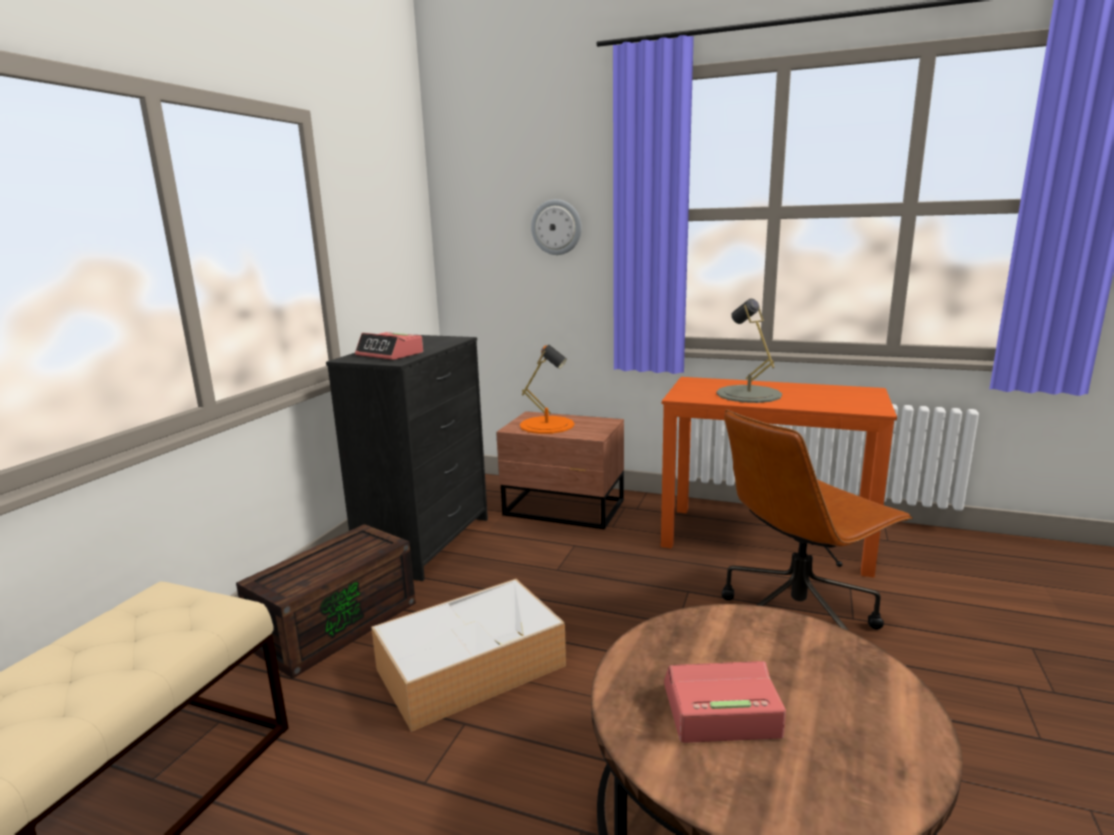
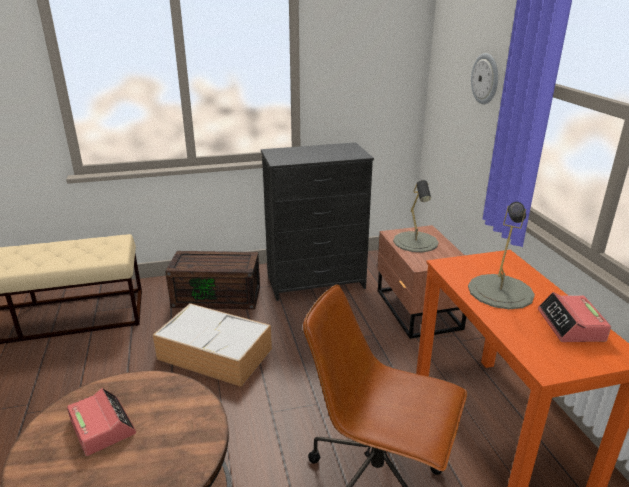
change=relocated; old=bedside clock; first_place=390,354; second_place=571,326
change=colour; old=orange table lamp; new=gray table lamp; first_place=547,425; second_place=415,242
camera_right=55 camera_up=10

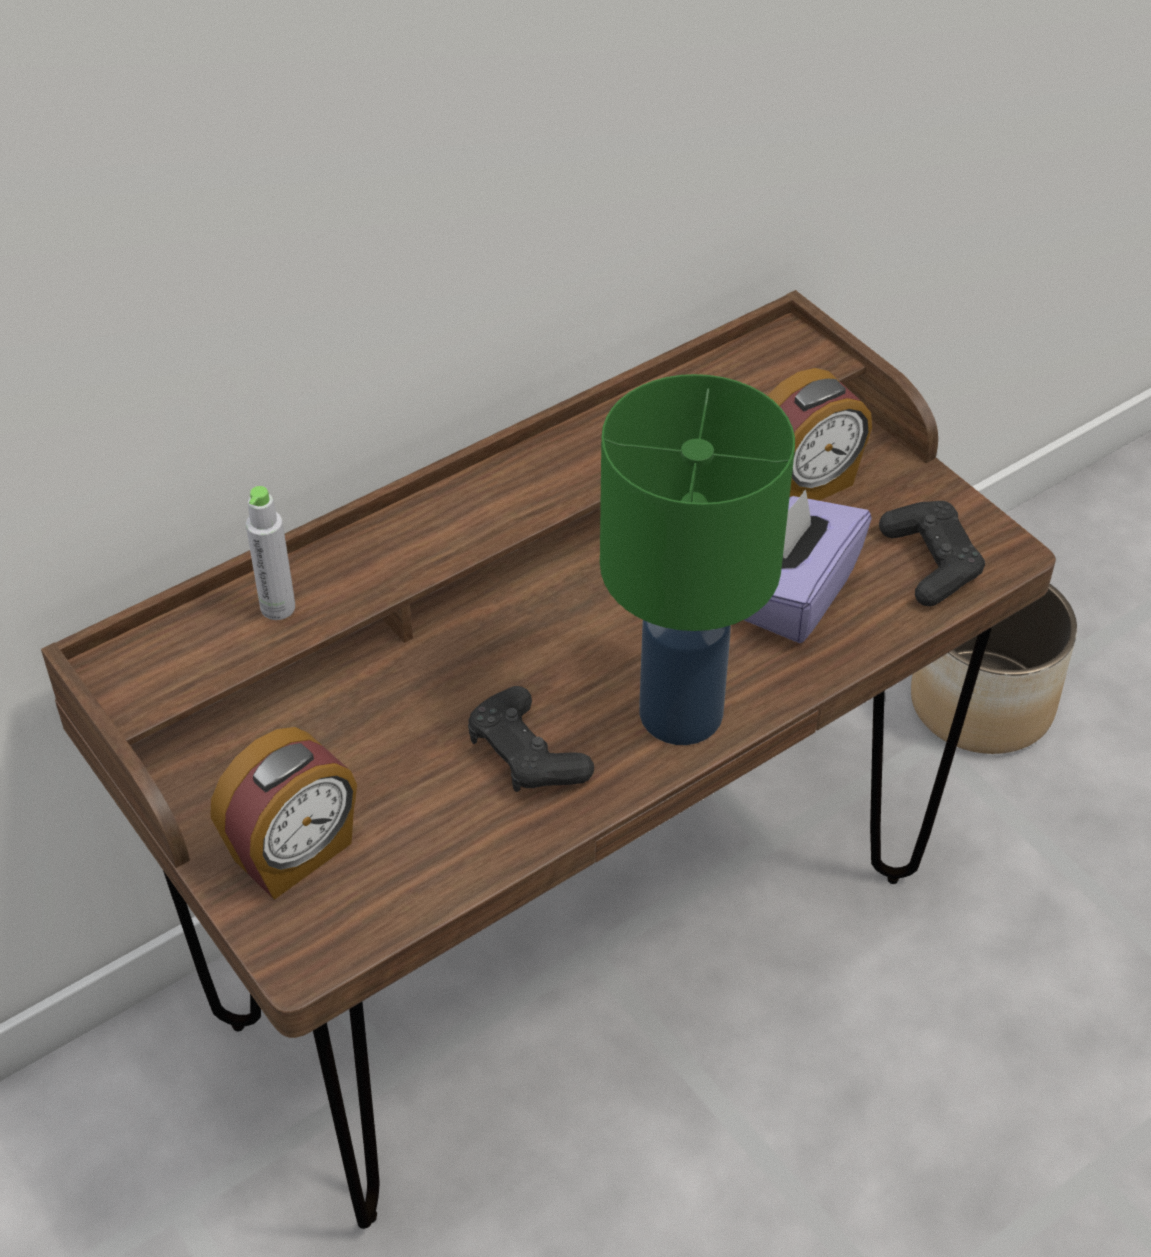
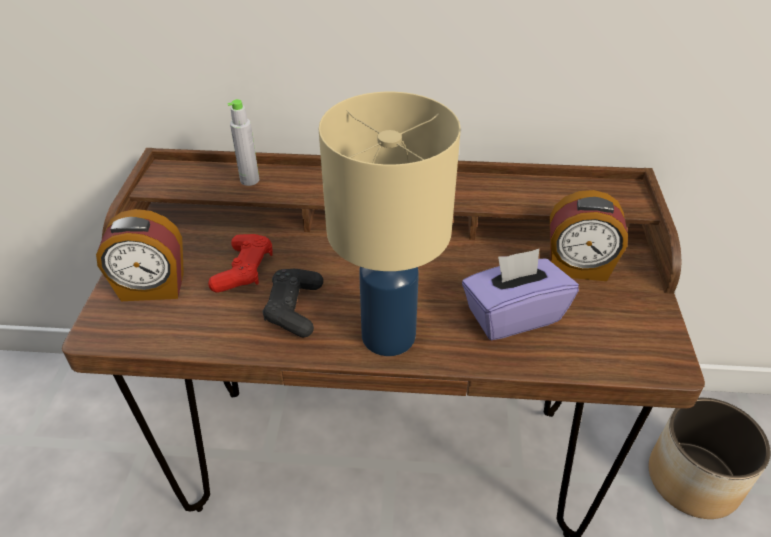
change=colour; old=green table lamp; new=beige table lamp; first_place=679,711; second_place=388,334
change=missing; old=black-coloured joypad; first_place=931,563
change=appeared; new=red joypad; second_place=244,271
camera_right=40 camera_up=-5

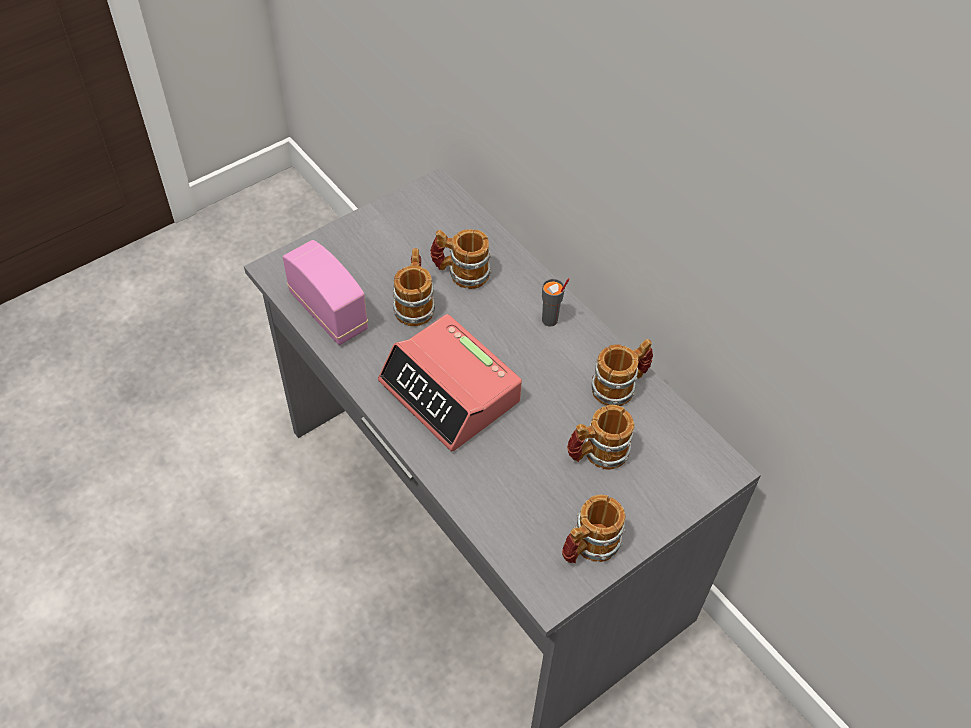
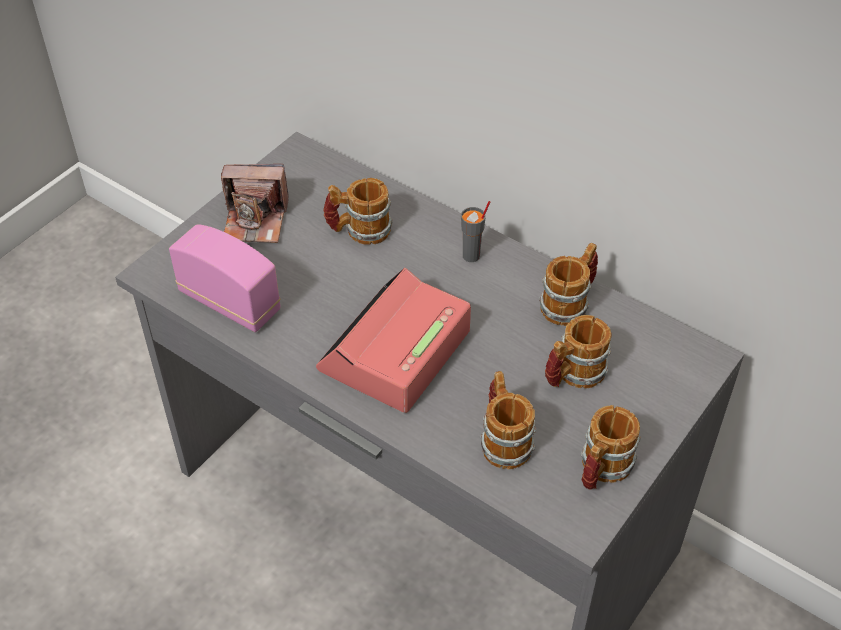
change=relocated; old=coffee mug; first_place=415,304; second_place=503,439
change=spun; old=bedside clock; first_place=450,392; second_place=395,351; degrees=90
change=appeared; new=still camera; second_place=255,220
camera_right=-15 camera_up=-5

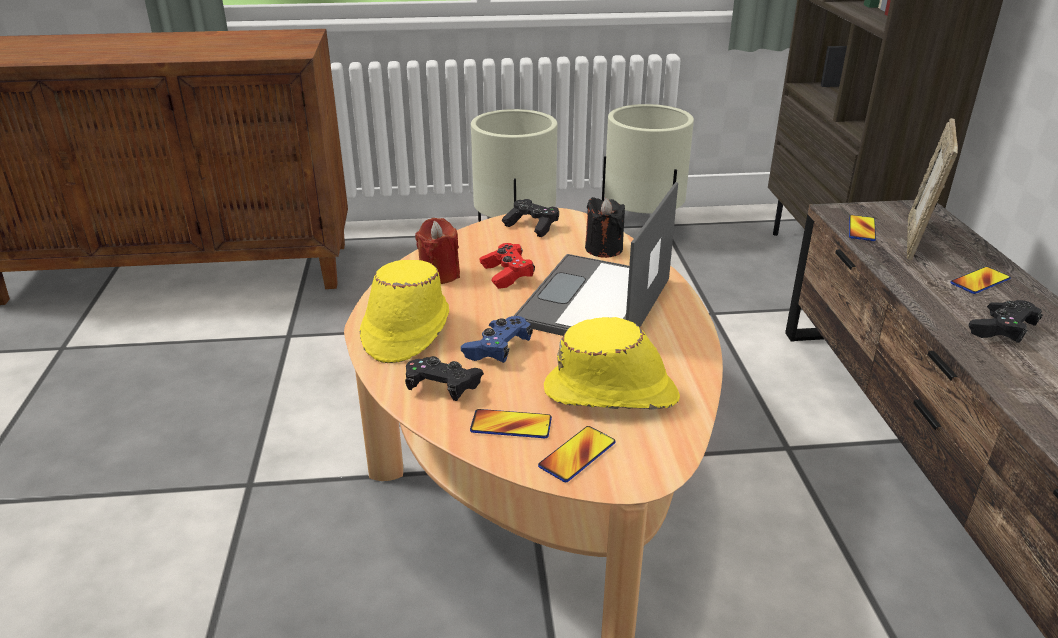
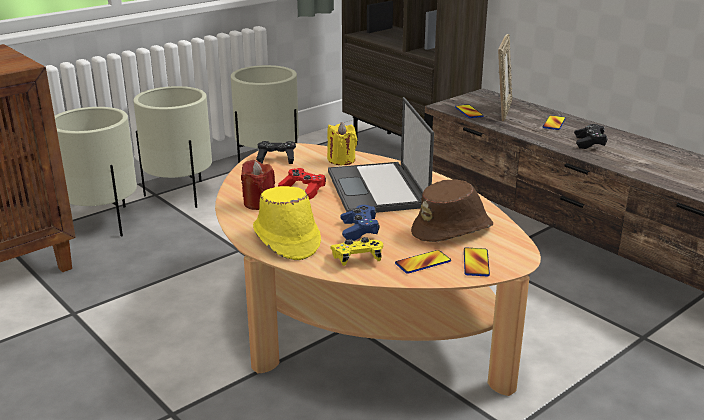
change=spun; old=picture frame; first_place=917,240; second_place=502,111; degrees=-150
change=colour; old=black-coloured candle; new=yellow candle; first_place=603,249; second_place=341,160
change=colour; old=yellow hat; new=brown-coloured hat; first_place=612,394; second_place=453,230
change=colour; old=black-coloured joypad; new=yellow joypad; first_place=443,387; second_place=357,259
change=appeared; new=beige flower pot; second_place=104,222
camera_right=-35 camera_up=-5

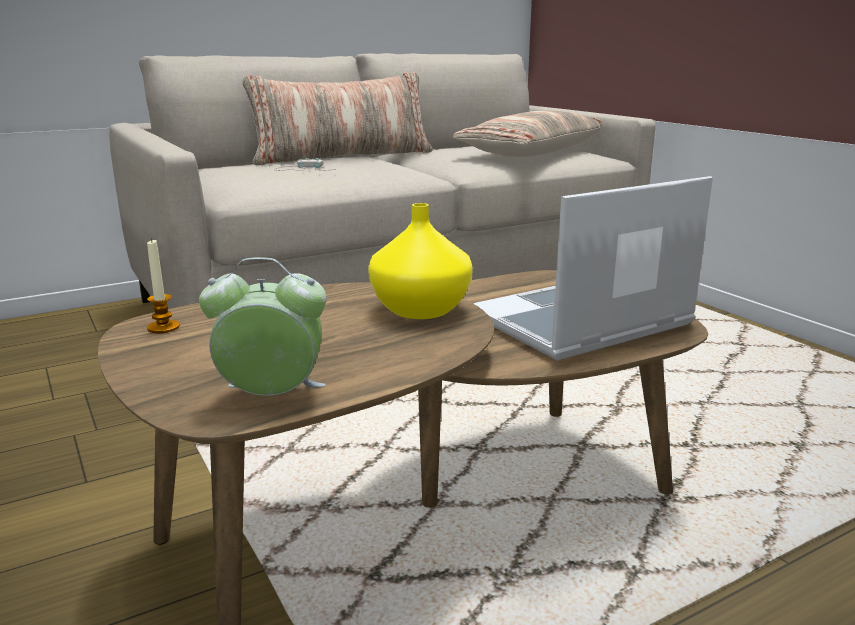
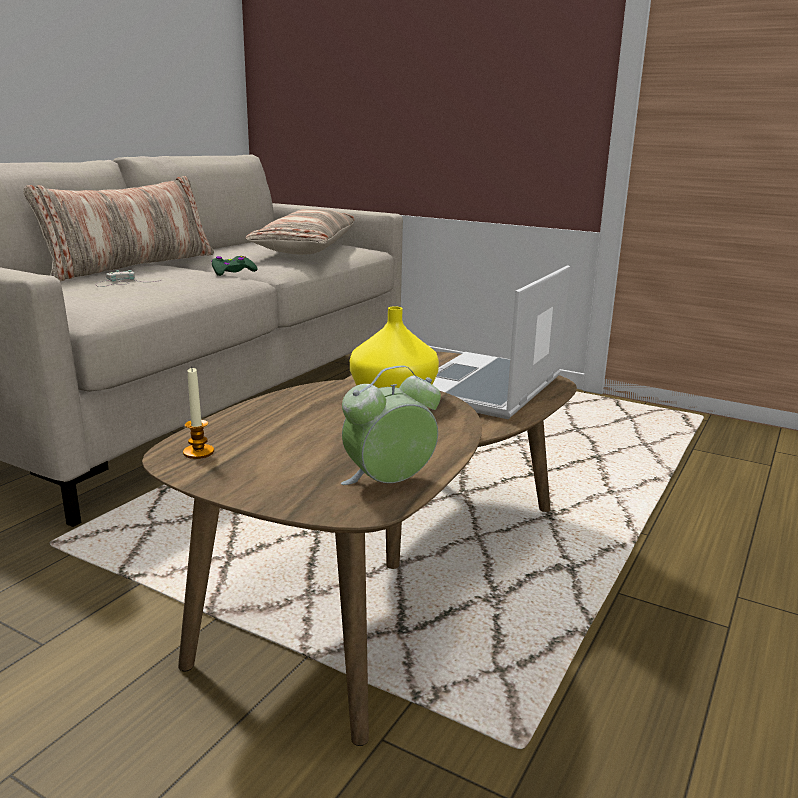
change=appeared; new=green joypad; second_place=232,272
camera_right=-30 camera_up=0

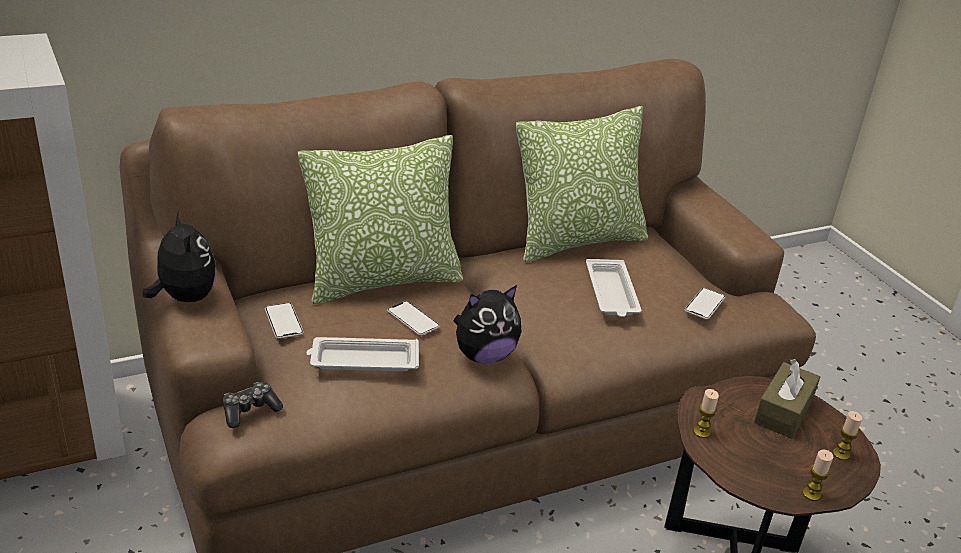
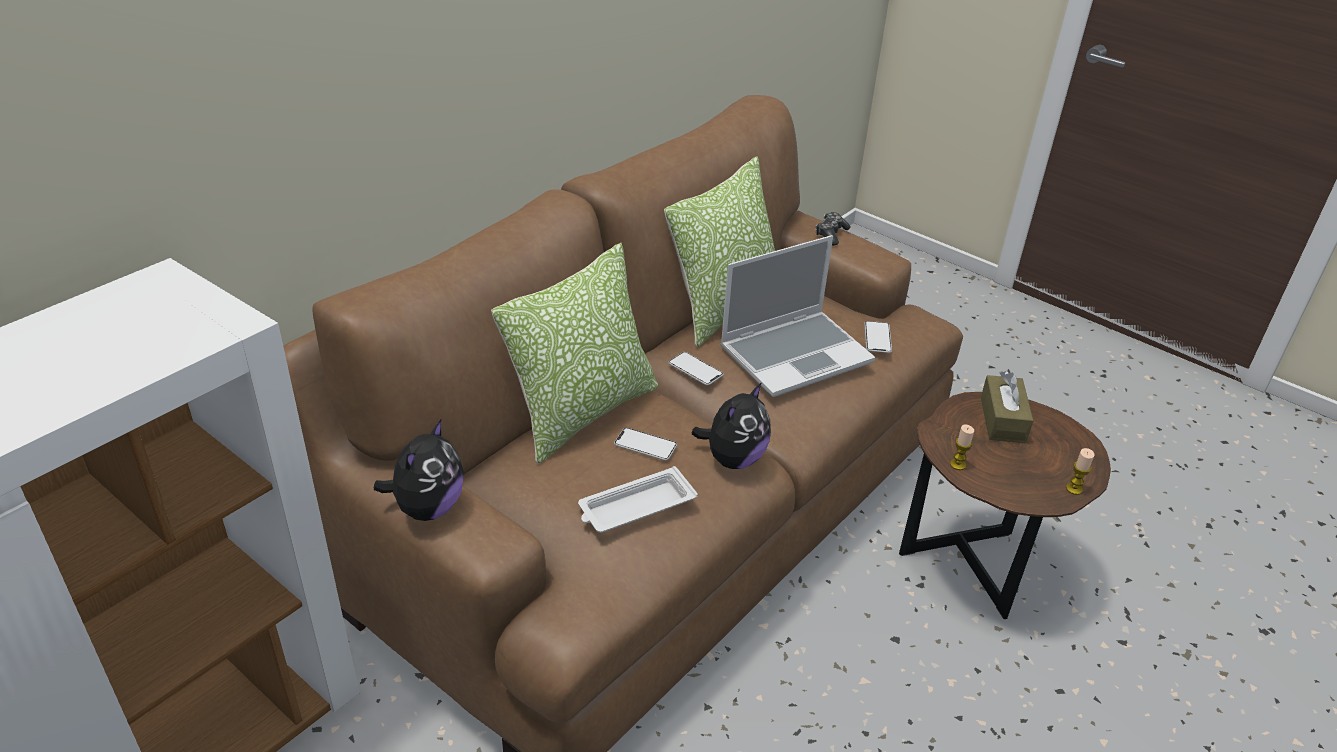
change=spun; old=plush toy; first_place=185,297; second_place=427,507; degrees=75
change=exchanged; old=whitish serving tray; new=portable computer; first_place=611,294; second_place=796,354
change=relocated; old=telephone; first_place=283,321; second_place=695,369
change=relocated; old=joypad; first_place=250,411; second_place=831,234
change=missing; old=candle; first_place=841,454
camera_right=-25 camera_up=5

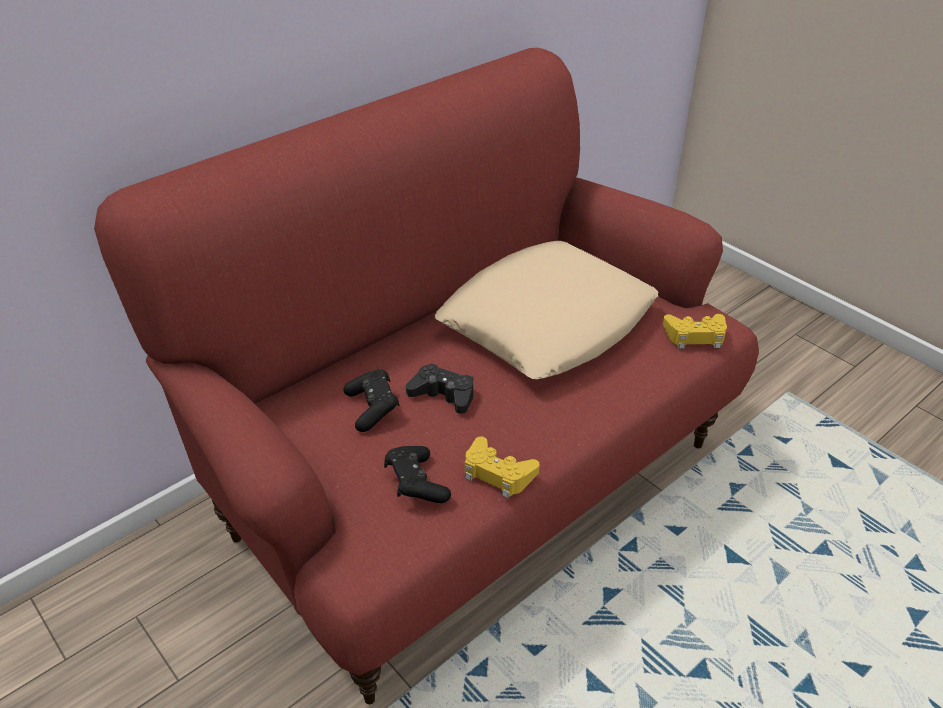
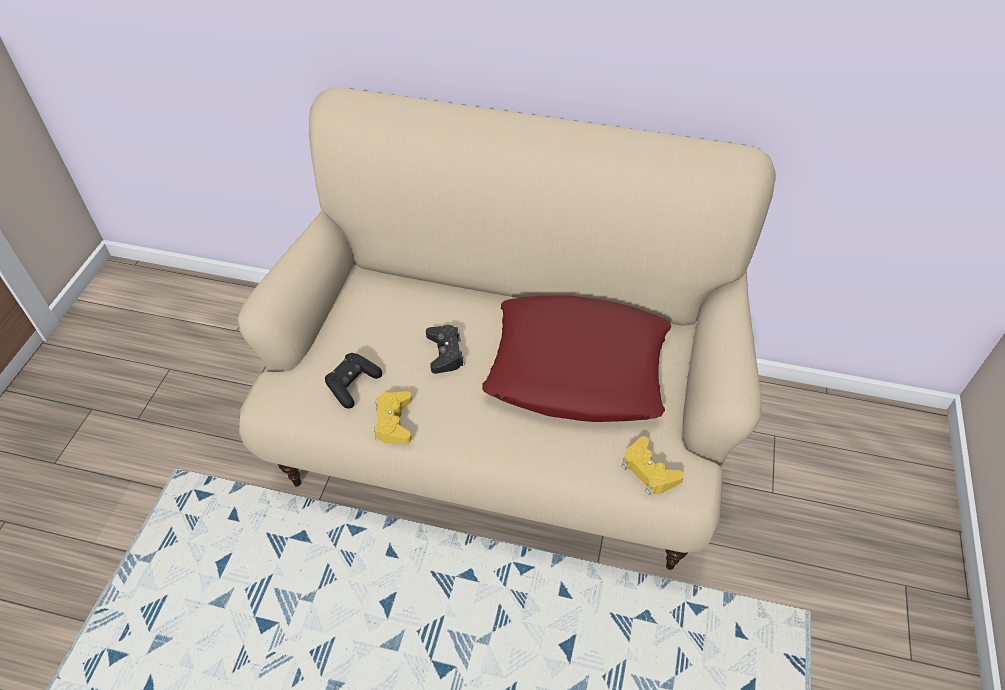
change=colour; old=red couch; new=beige couch; first_place=471,484; second_place=501,436
change=colour; old=beige cushion; new=red cushion; first_place=547,321; second_place=578,368
change=missing; old=black-coloured joypad; first_place=373,408
camera_right=55 camera_up=10

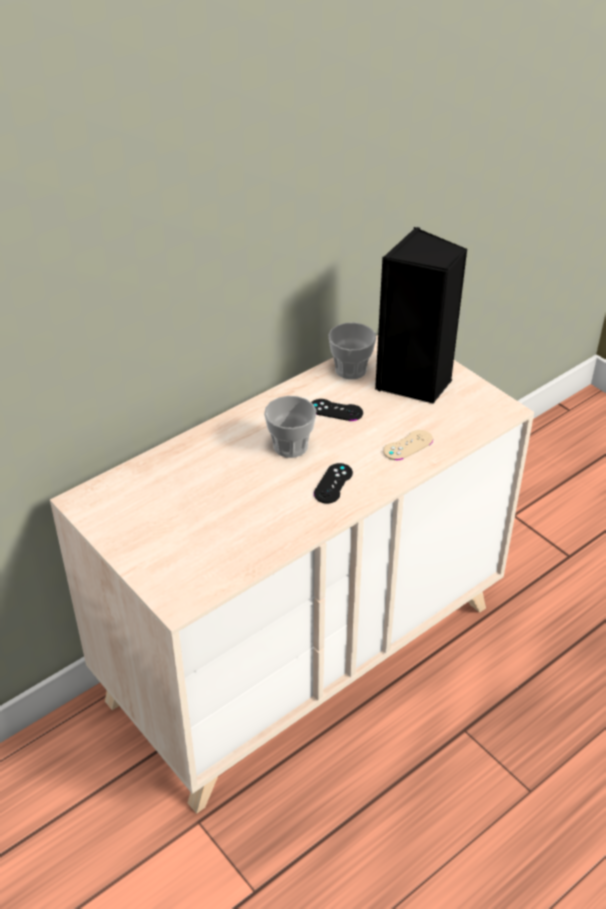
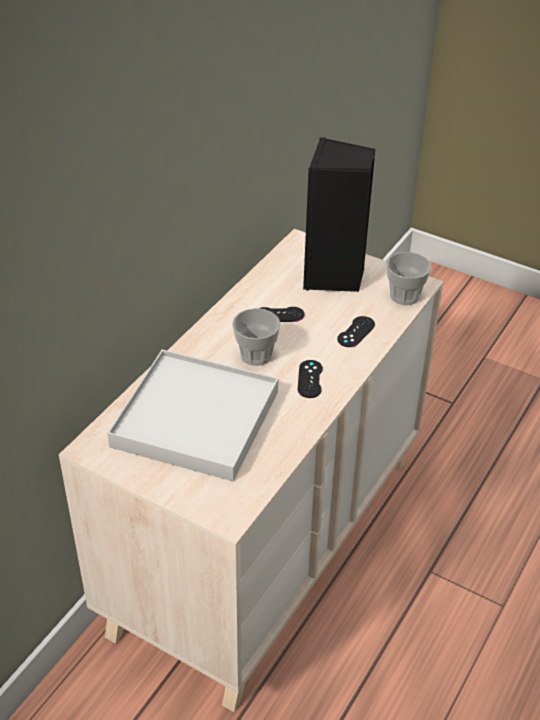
change=relocated; old=cup; first_place=351,369; second_place=404,296
change=colour; old=beige joypad; new=black-coloured joypad; first_place=408,445; second_place=356,332
change=appeared; new=whitish serving tray; second_place=196,419
camera_right=-20 camera_up=0

